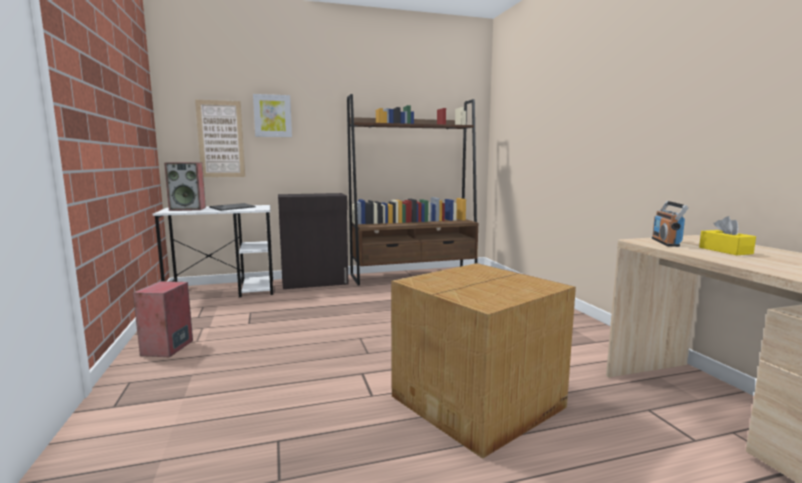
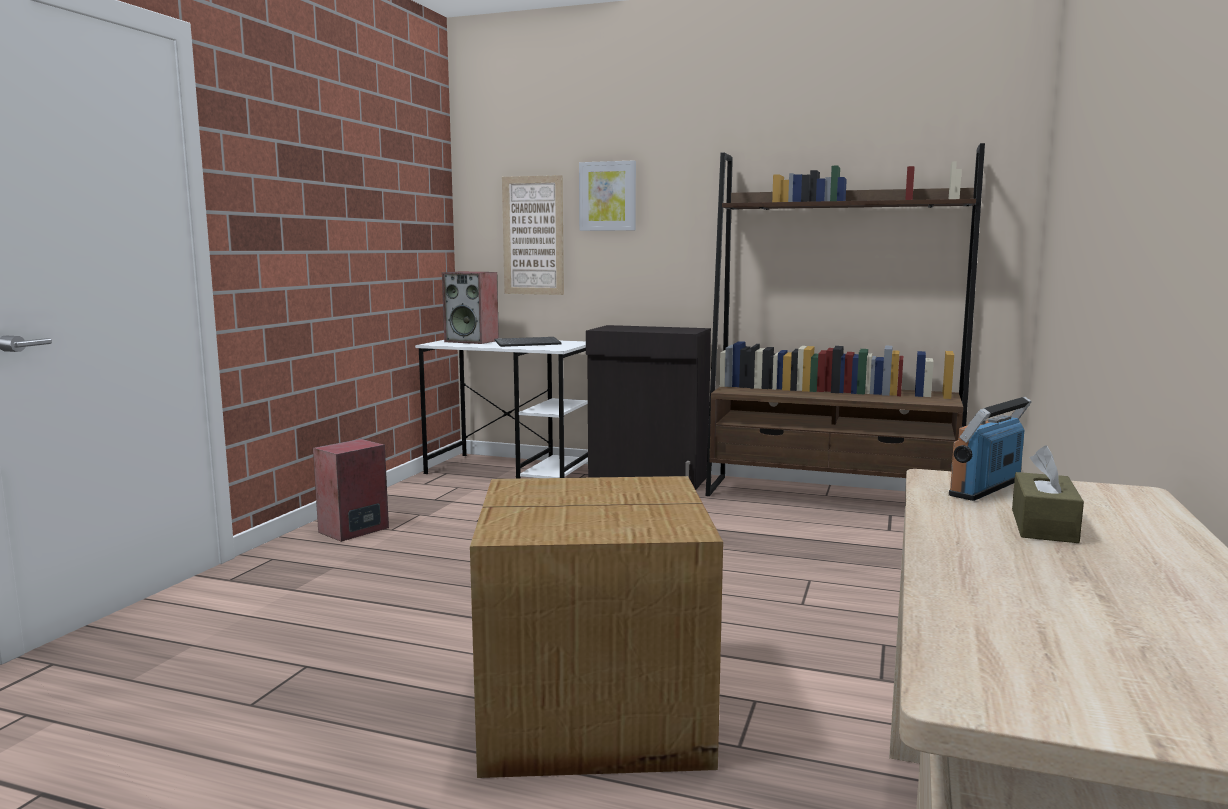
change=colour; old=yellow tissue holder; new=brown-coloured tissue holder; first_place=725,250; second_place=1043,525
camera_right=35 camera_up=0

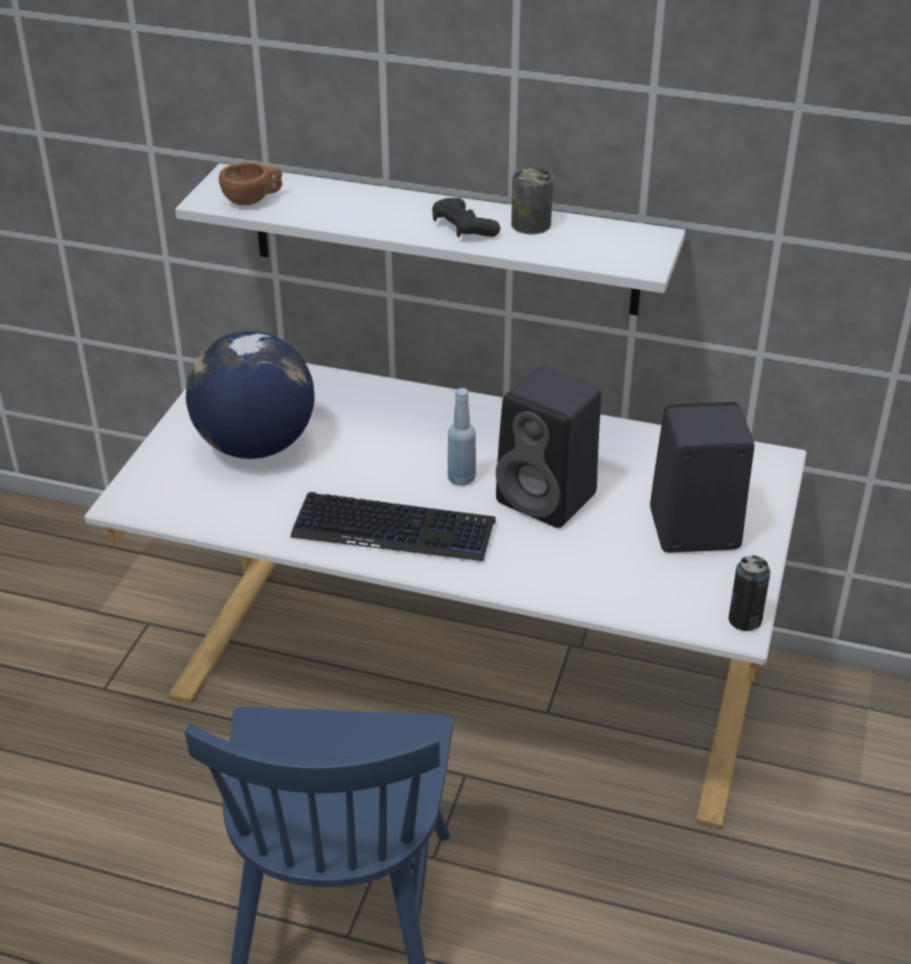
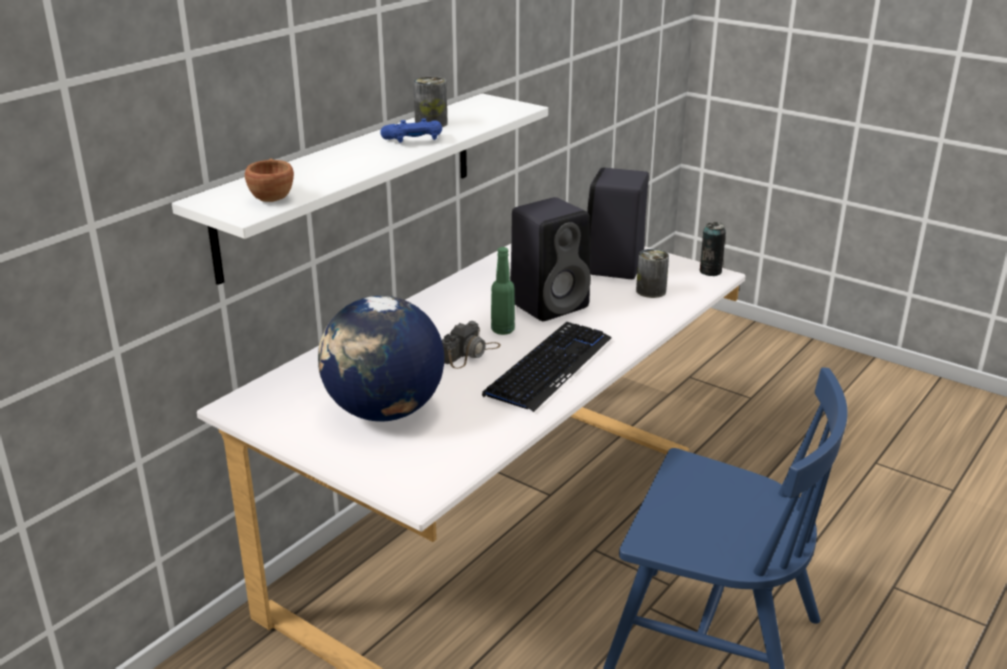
change=colour; old=black-coloured joypad; new=bluish joypad; first_place=463,228; second_place=414,140
change=colour; old=bluish drink bottle; new=green drink bottle; first_place=461,478; second_place=503,330
change=appeared; new=metal can; second_place=651,291
change=appeared; new=still camera; second_place=471,353
camera_right=-70 camera_up=-10

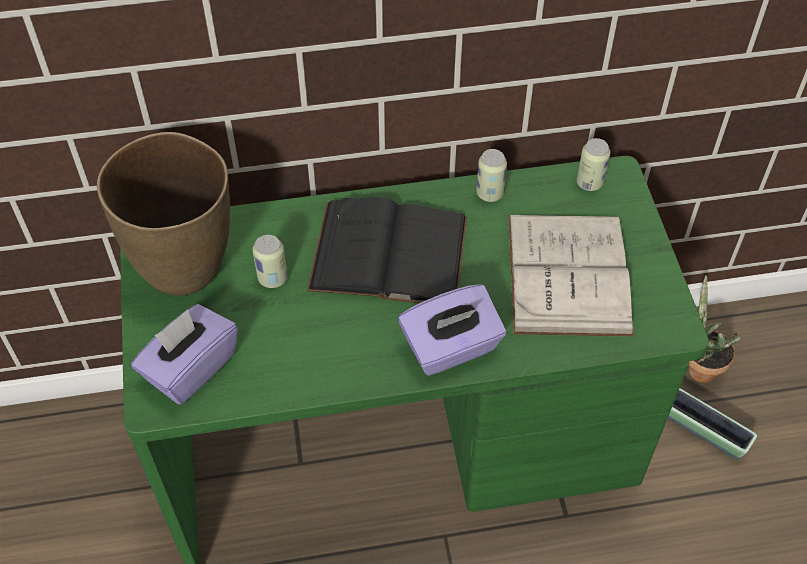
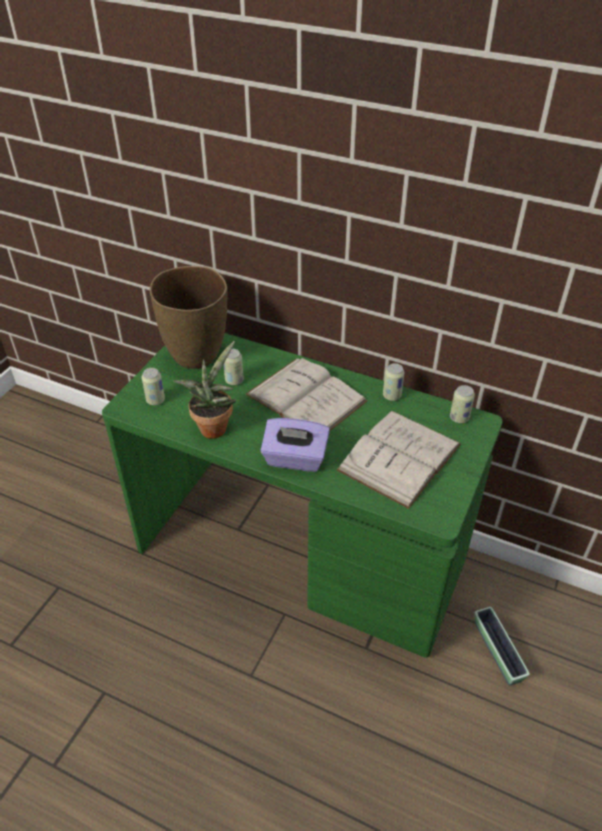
change=colour; old=black-coloured volume; new=whitish volume; first_place=389,253; second_place=306,398
change=relocated; old=plant in a pot; first_place=698,367; second_place=213,426
change=exchanged; old=purple tissue holder; new=metal can; first_place=190,368; second_place=155,400
camera_right=35 camera_up=-10

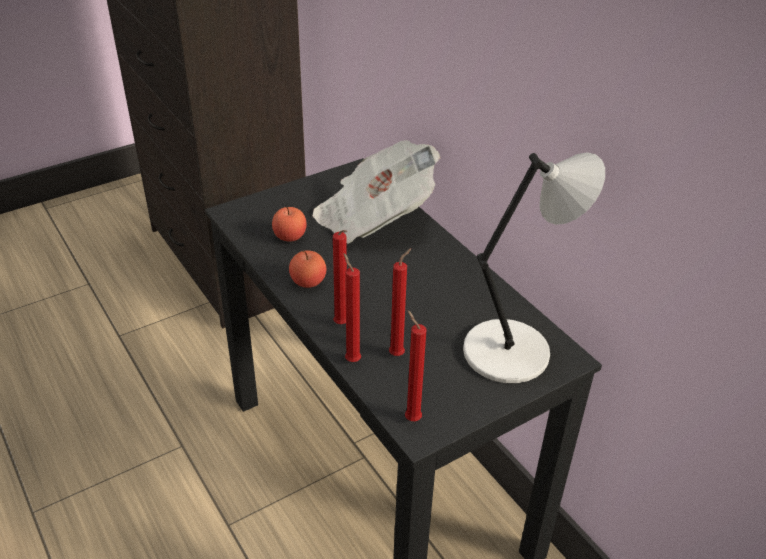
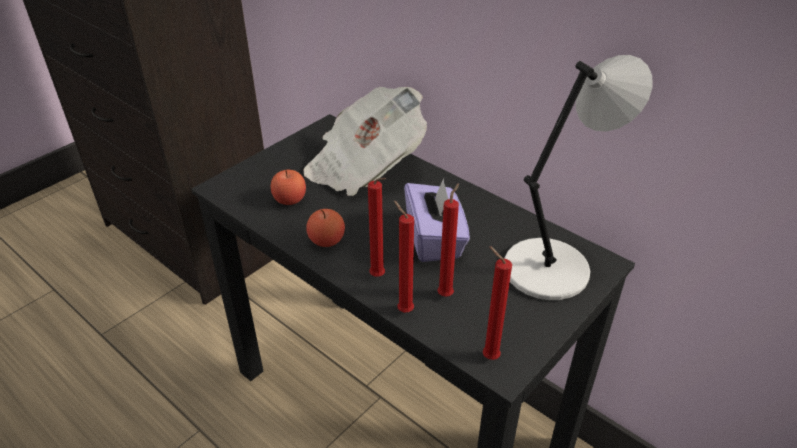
change=appeared; new=purple tissue holder; second_place=435,239
camera_right=-15 camera_up=0

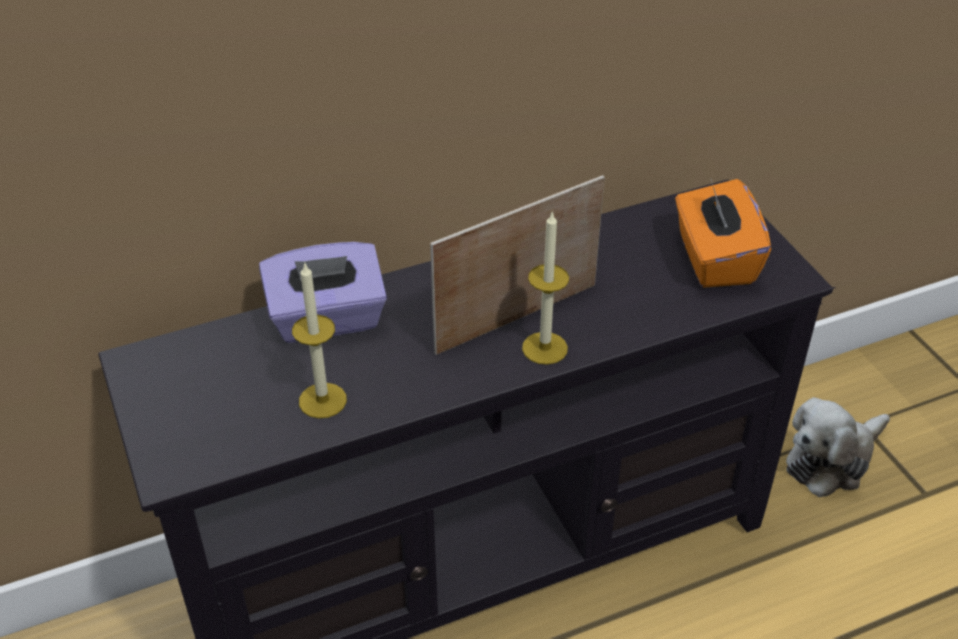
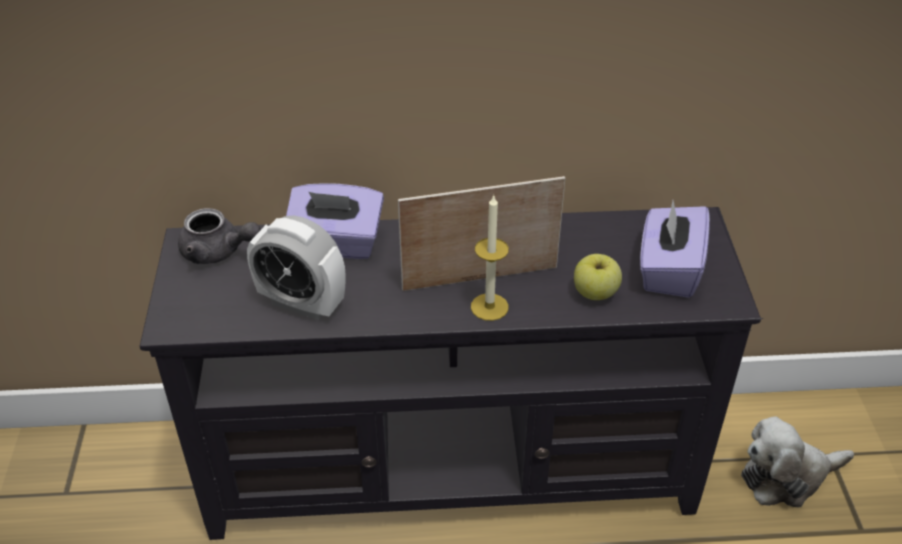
change=colour; old=orange tissue holder; new=purple tissue holder; first_place=714,259; second_place=668,270
change=exchanged; old=candle; new=bedside clock; first_place=322,400; second_place=301,303
change=appeared; new=gray tea pot; second_place=218,252
change=appeared; new=apple; second_place=595,293
camera_right=20 camera_up=0

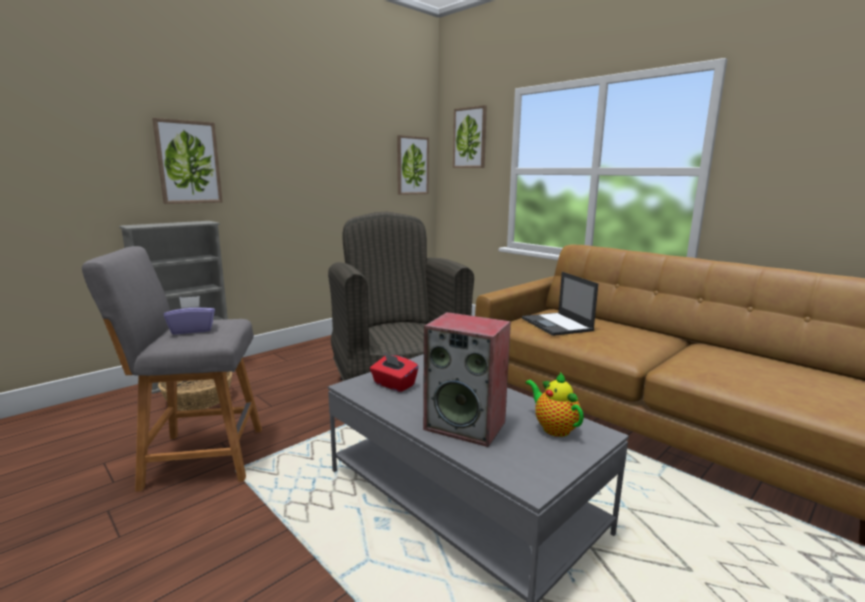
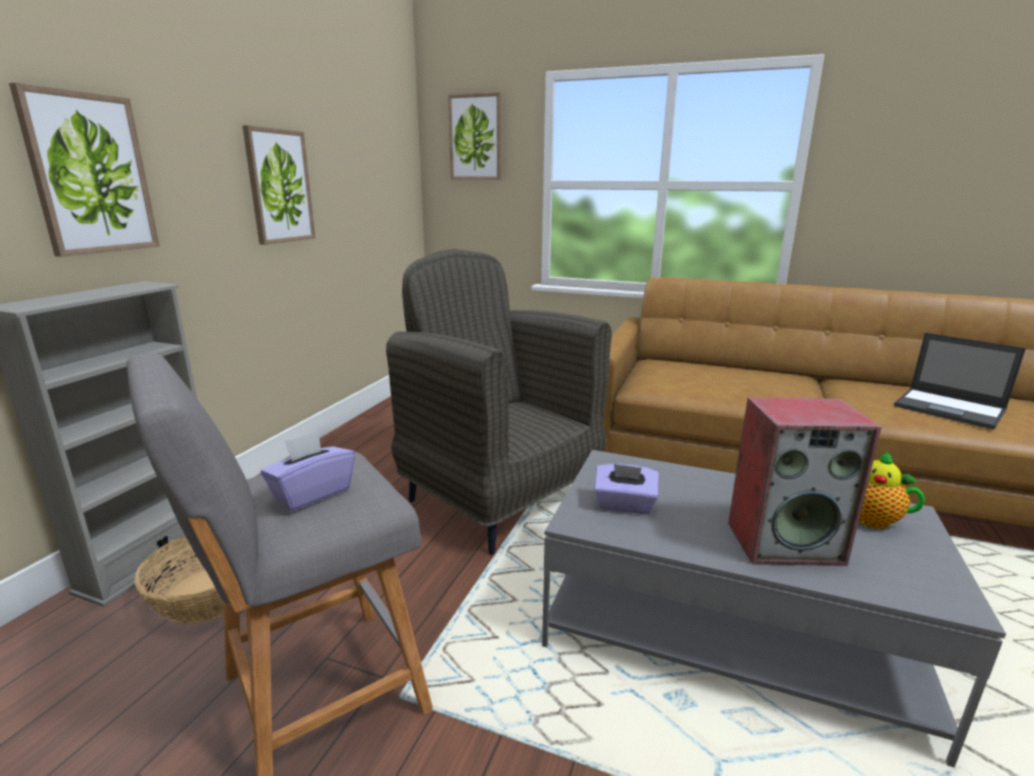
change=relocated; old=picture; first_place=412,165; second_place=279,186
change=relocated; old=portable computer; first_place=557,324; second_place=950,409
change=colour; old=red tissue holder; new=purple tissue holder; first_place=393,385; second_place=624,505
camera_right=-25 camera_up=5

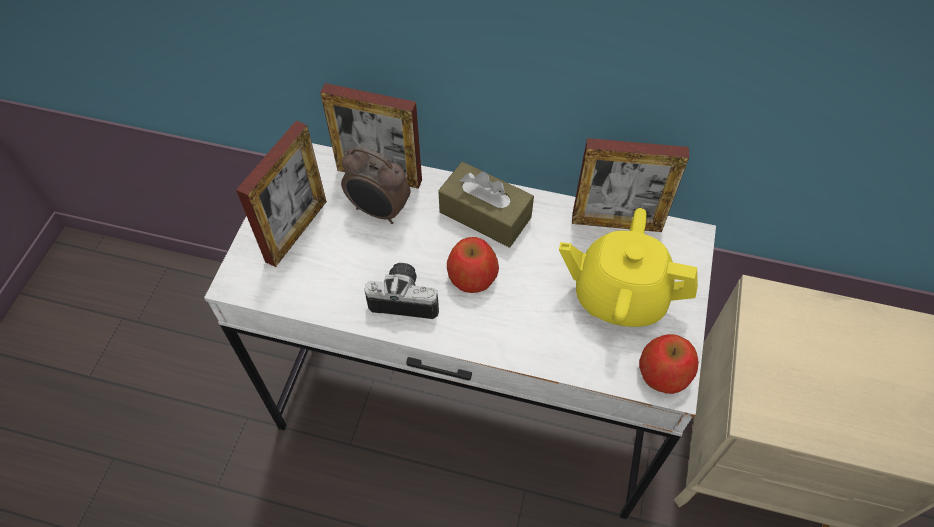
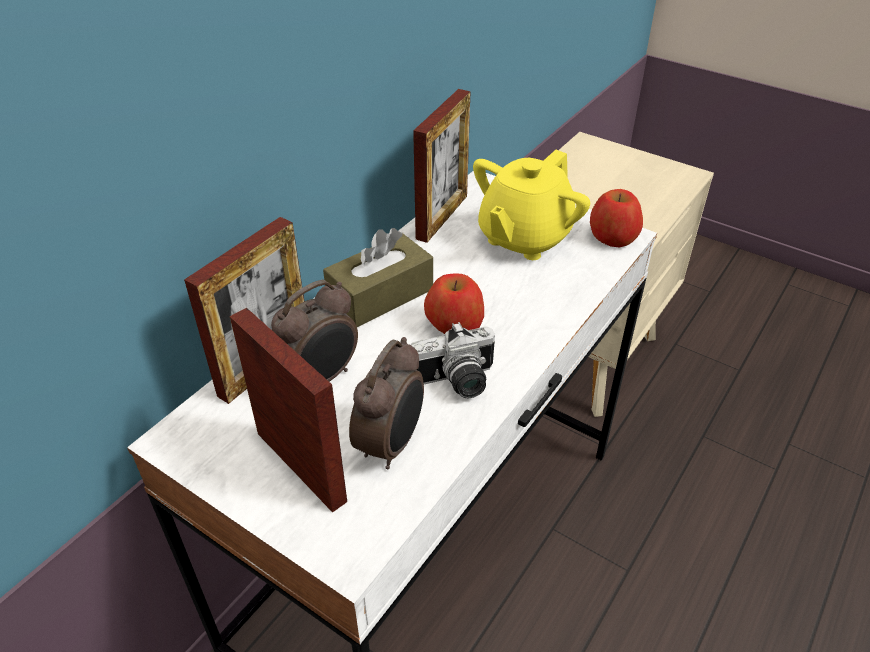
change=spun; old=still camera; first_place=405,297; second_place=457,383; degrees=-135
change=appeared; new=bedside clock; second_place=392,444
camera_right=-70 camera_up=-15

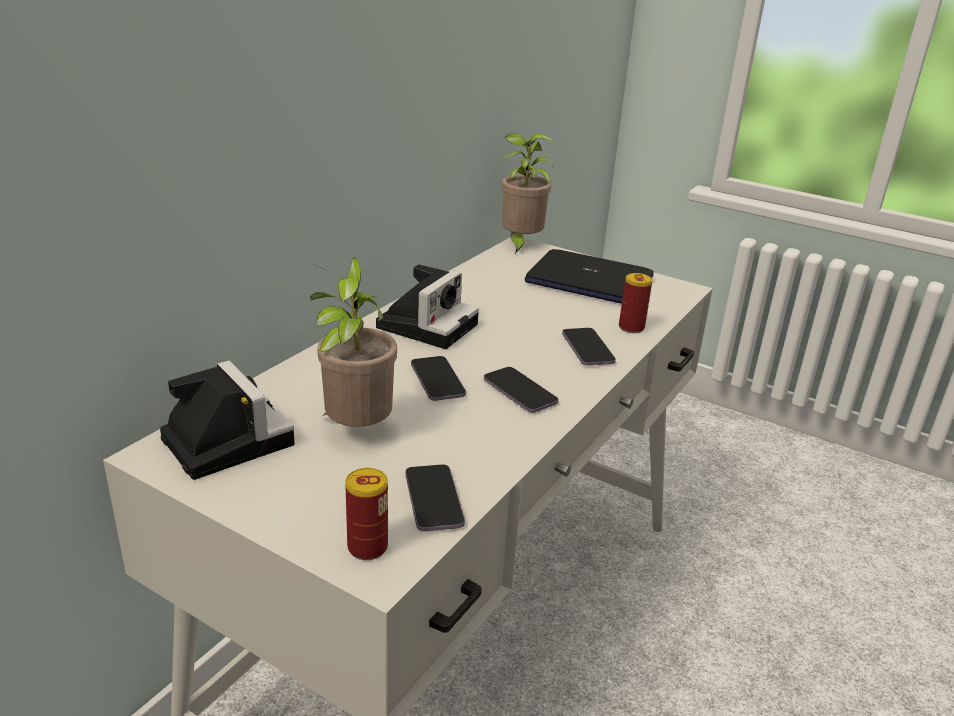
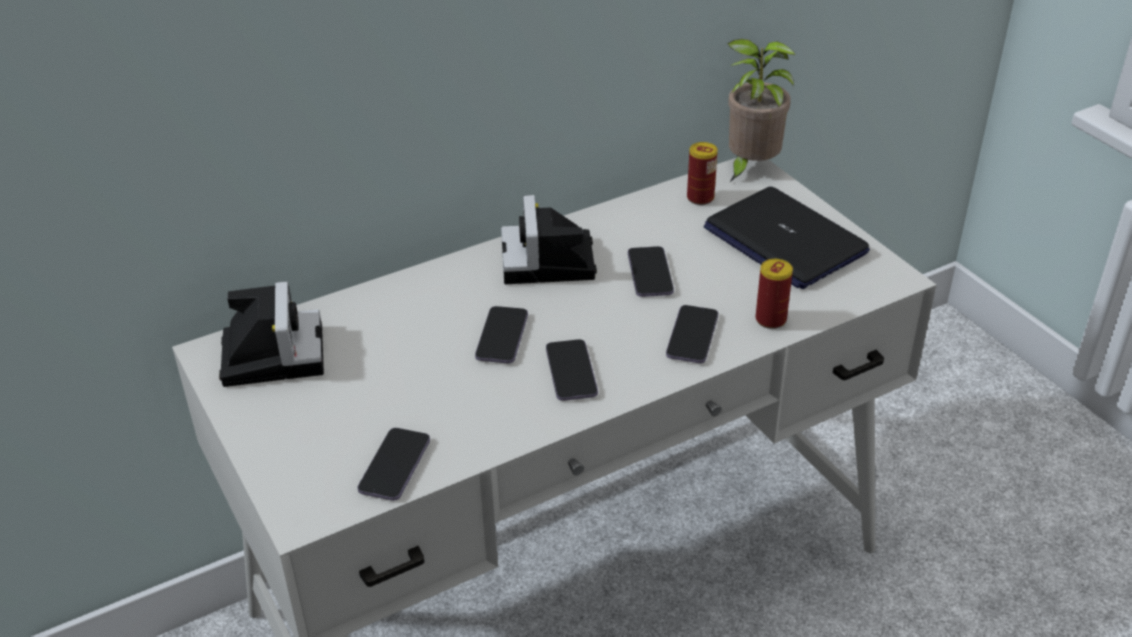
change=missing; old=plant in a pot; first_place=355,430
change=spun; old=still camera; first_place=428,324; second_place=549,263; degrees=120
change=relocated; old=metal can; first_place=367,547; second_place=700,198
change=appeared; new=telephone; second_place=650,274
camera_right=30 camera_up=10

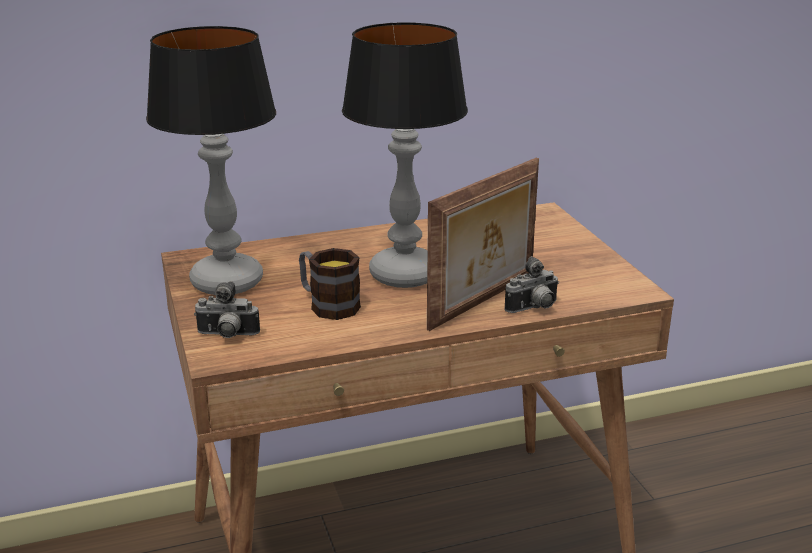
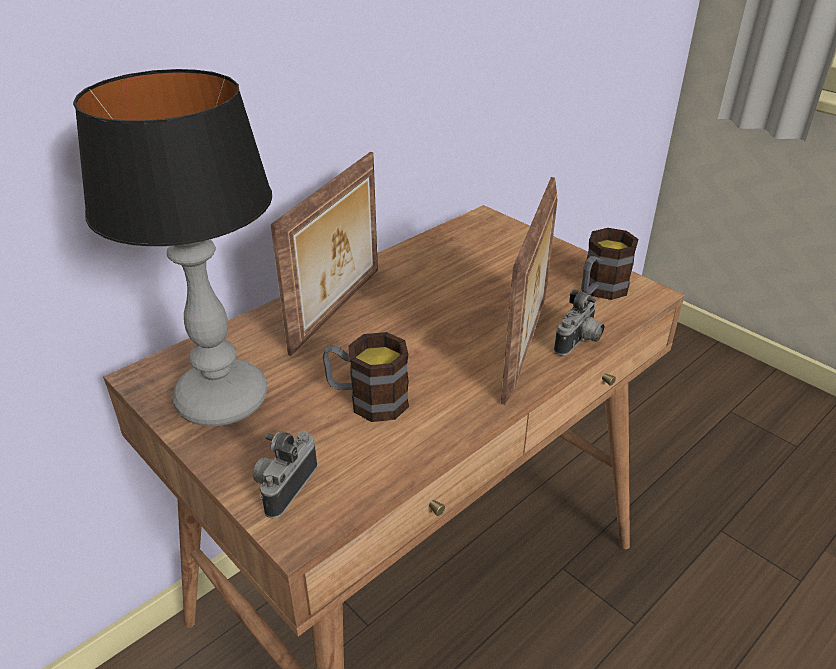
change=missing; old=table lamp; first_place=403,274
change=spun; old=still camera; first_place=227,336; second_place=284,487; degrees=135
change=appeared; new=picture frame; second_place=339,310
change=appeared; new=coffee mug; second_place=599,290
camera_right=-25 camera_up=10

